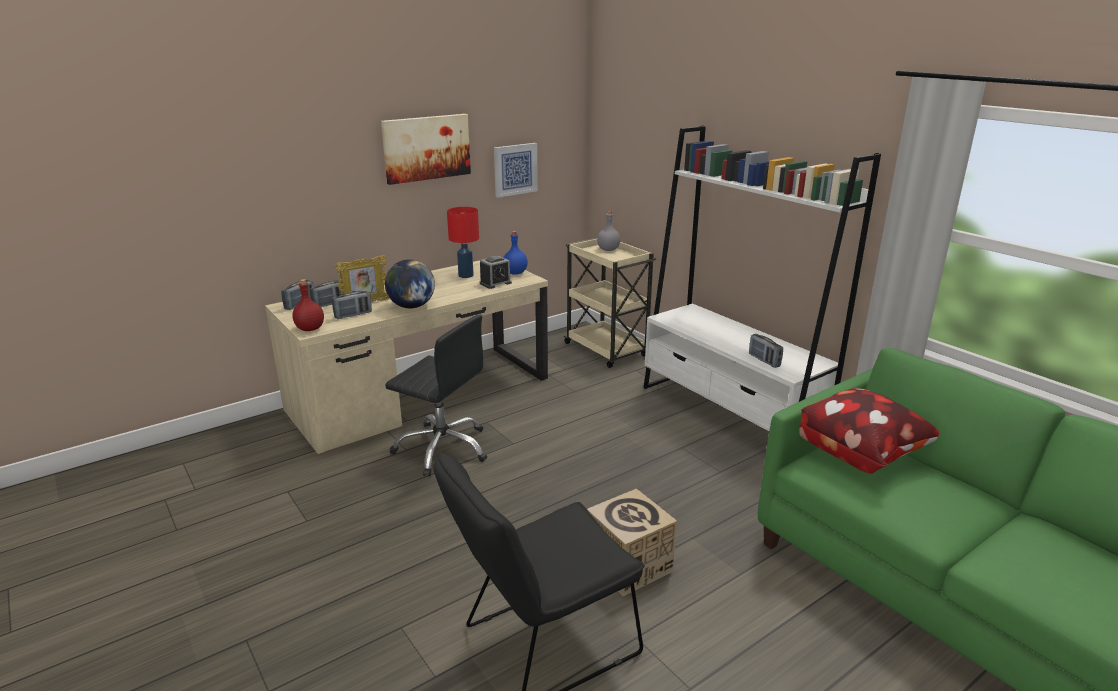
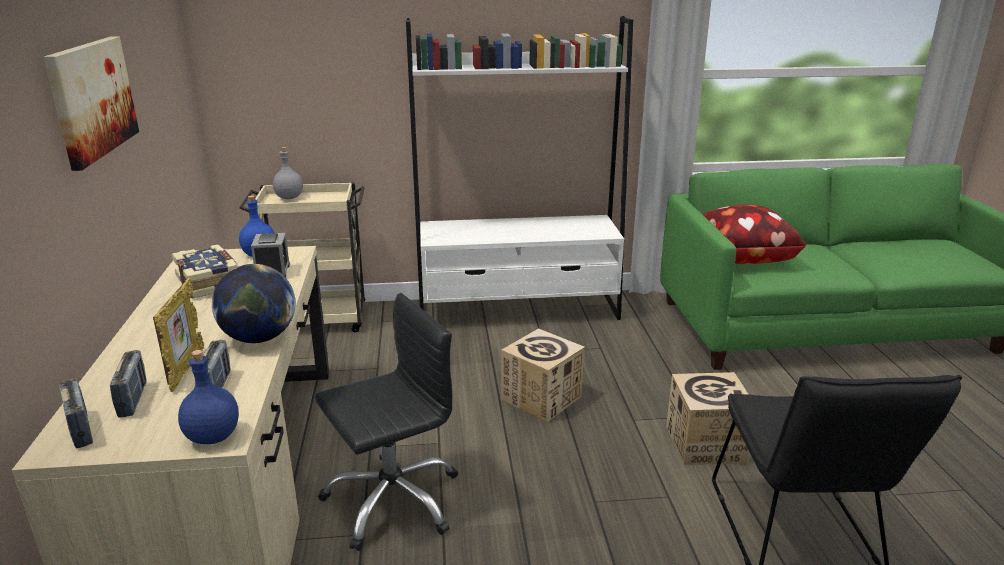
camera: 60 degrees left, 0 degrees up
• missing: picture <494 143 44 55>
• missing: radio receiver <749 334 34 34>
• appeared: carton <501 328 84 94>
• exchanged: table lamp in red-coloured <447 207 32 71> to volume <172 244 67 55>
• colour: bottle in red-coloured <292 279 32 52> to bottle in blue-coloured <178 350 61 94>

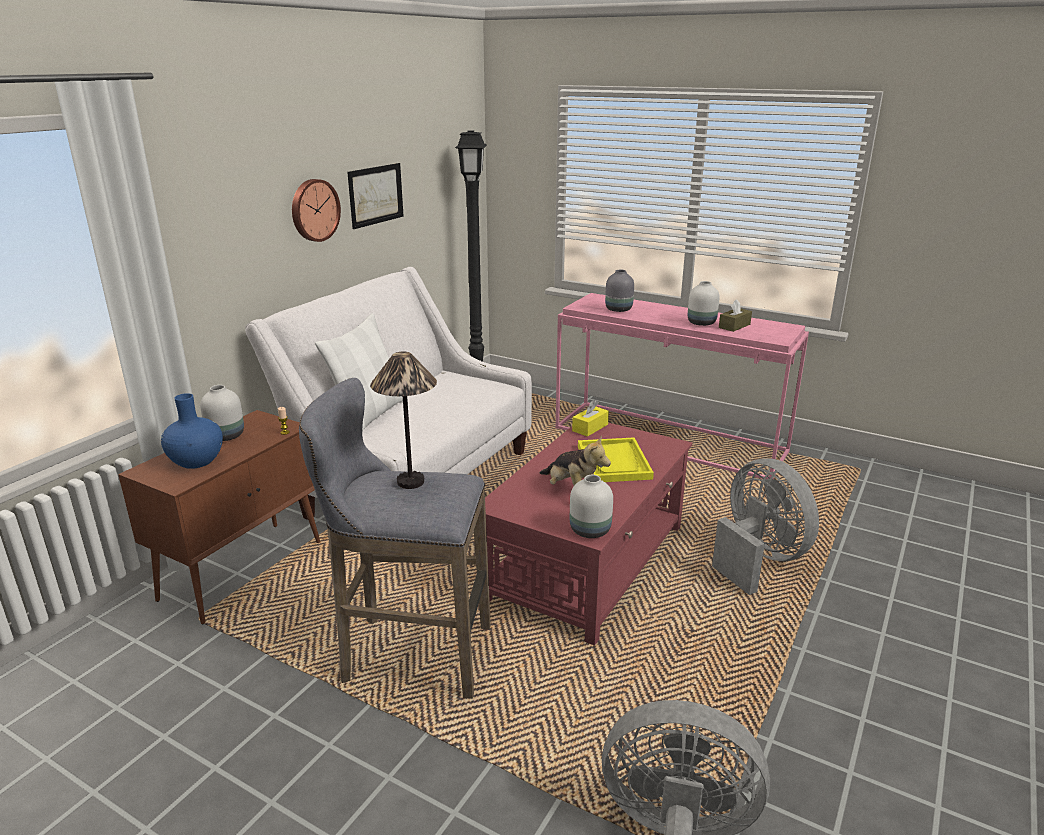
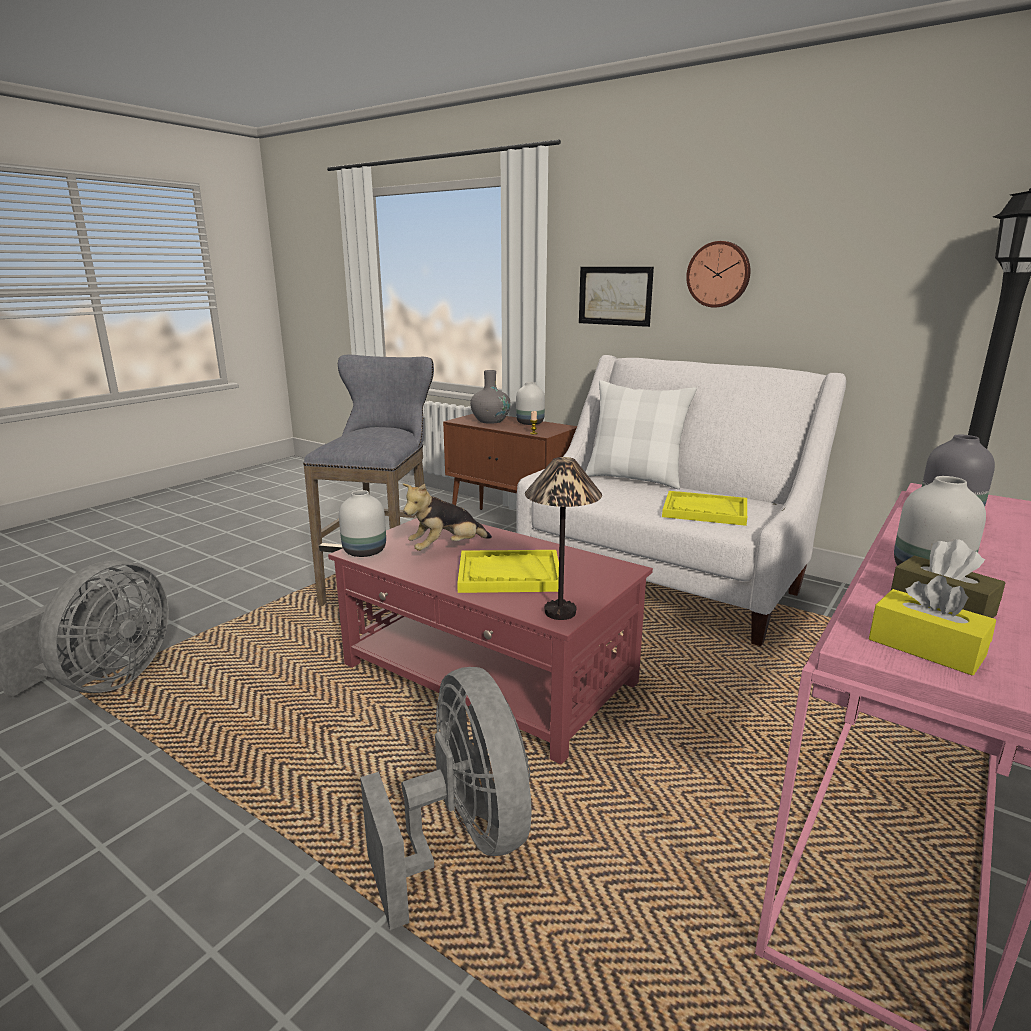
camera: 95 degrees right, 5 degrees down
• appeared: tray in yellow <662 491 85 35>
• relocated: picture <347 163 57 66> to <579 267 75 60>
• relocated: table lamp <370 352 67 137> to <525 457 77 163>
• relocated: tissue box in yellow <572 400 37 37> to <869 576 127 99>
• colour: flower vase in blue-coloured <161 393 62 76> to flower vase in grey <470 370 41 54>
• spun: electric fan in grey <712 459 107 136> = <360 667 172 263> 90 degrees counterclockwise

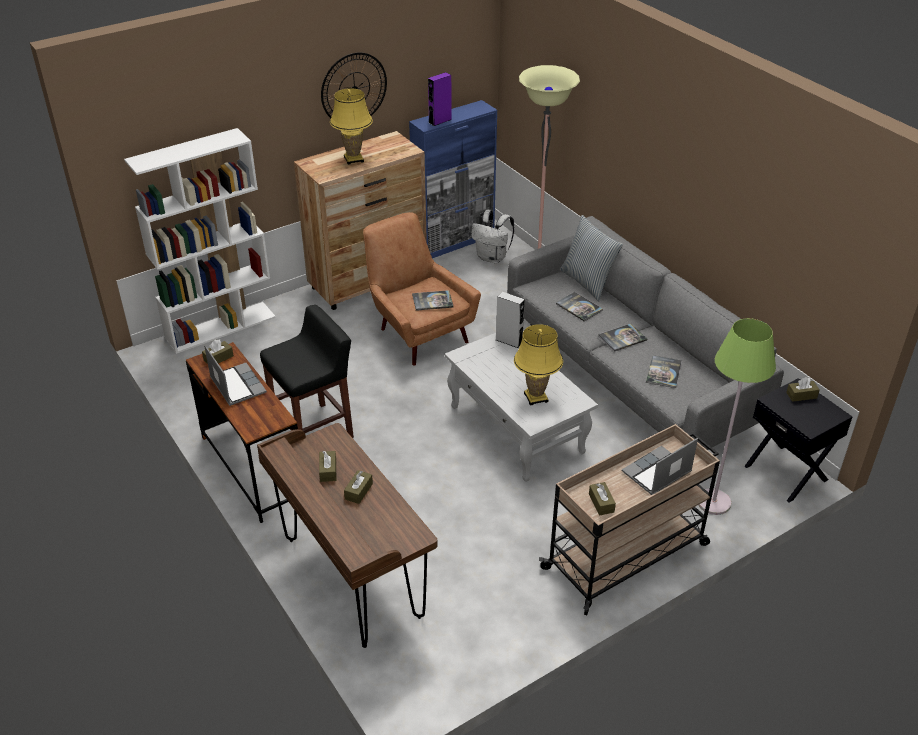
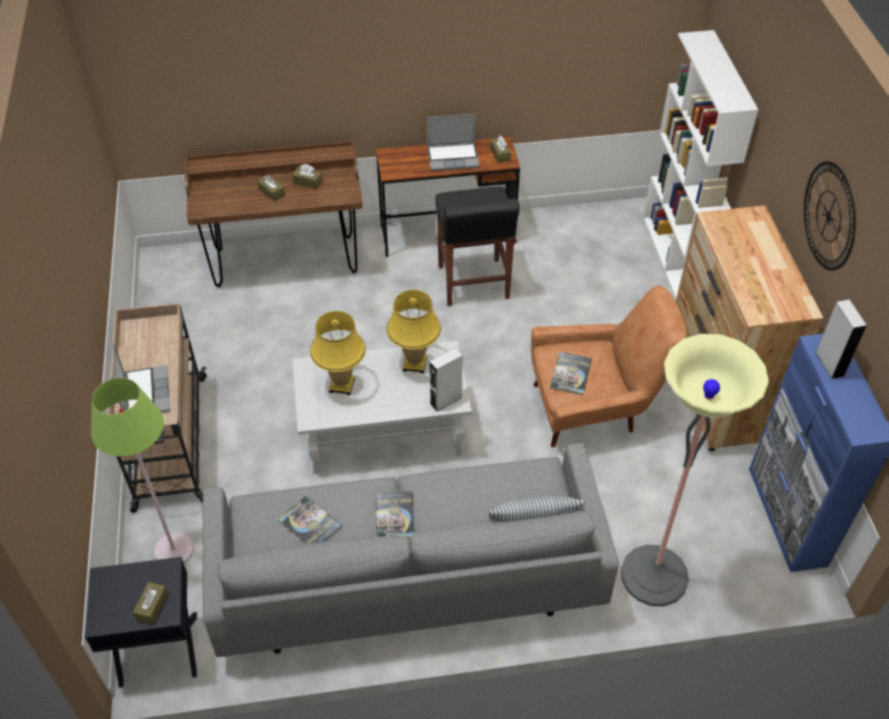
camera: 115 degrees right, 10 degrees up
• missing: knapsack in whitish <471 210 43 54>
• missing: volume <556 292 47 29>
• missing: tissue box in brown <589 482 27 33>
• relocated: table lamp in yellow <330 88 43 77> to <386 290 55 83>
• colour: speaker in purplish <428 72 24 54> to speaker in grey <815 299 52 80>

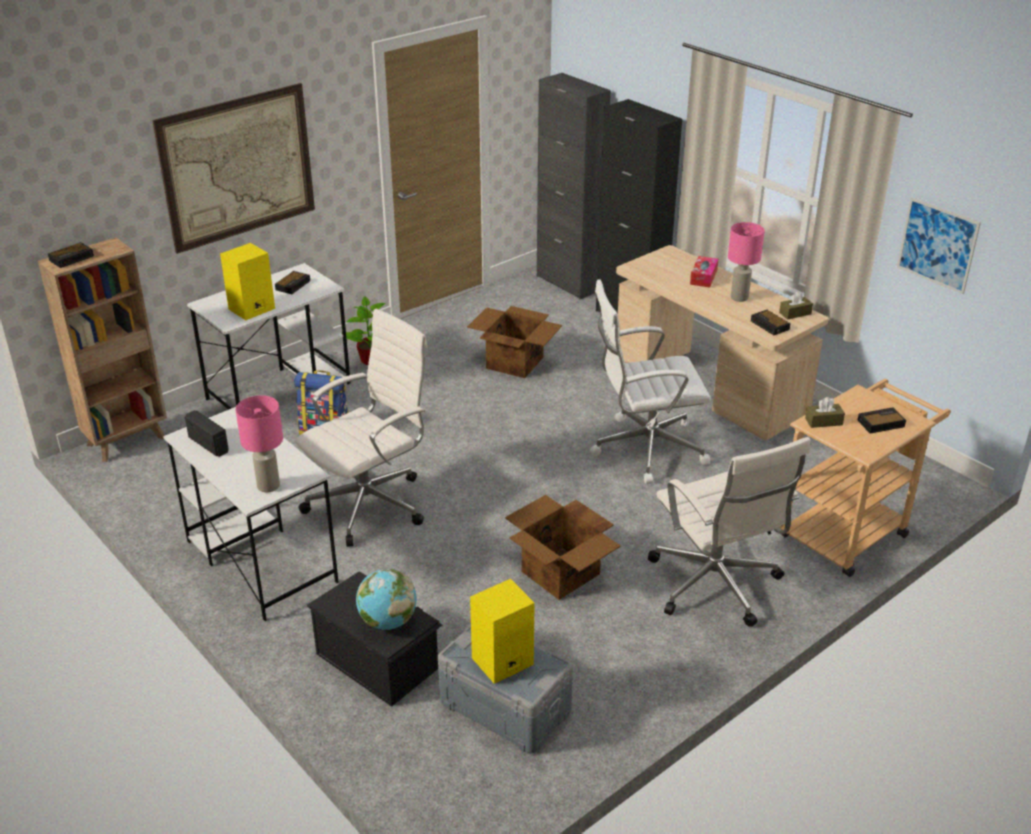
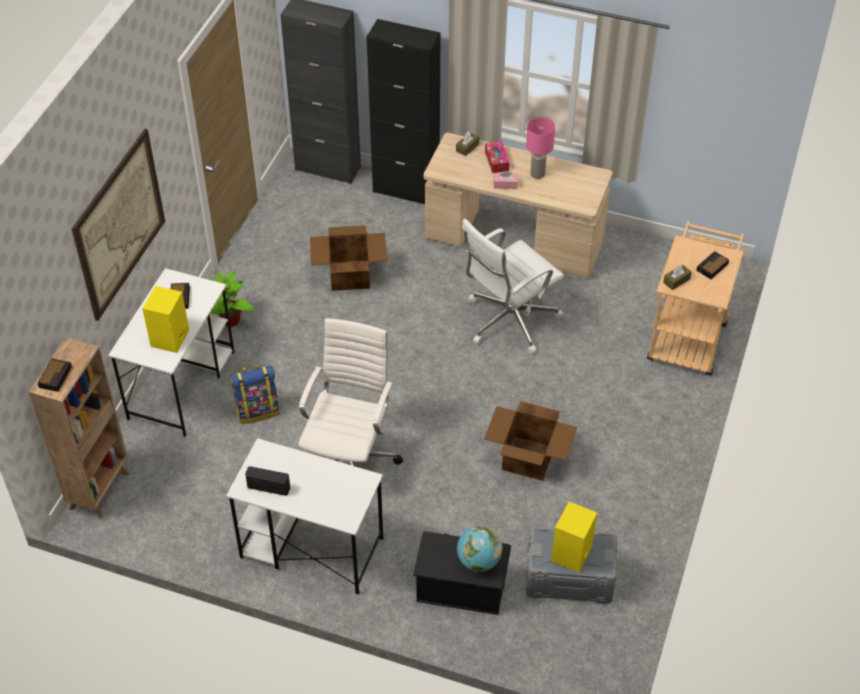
camera: 30 degrees left, 15 degrees up
• missing: table lamp in pink <235 395 48 97>
• missing: desk chair in whitish <648 437 162 190>
• missing: table clock <751 310 39 25>
• missing: picture <897 197 84 97>
• appeared: tissue box in pink <494 170 24 19>
• relocated: tissue box in brown <779 291 34 29> to <456 132 23 24>

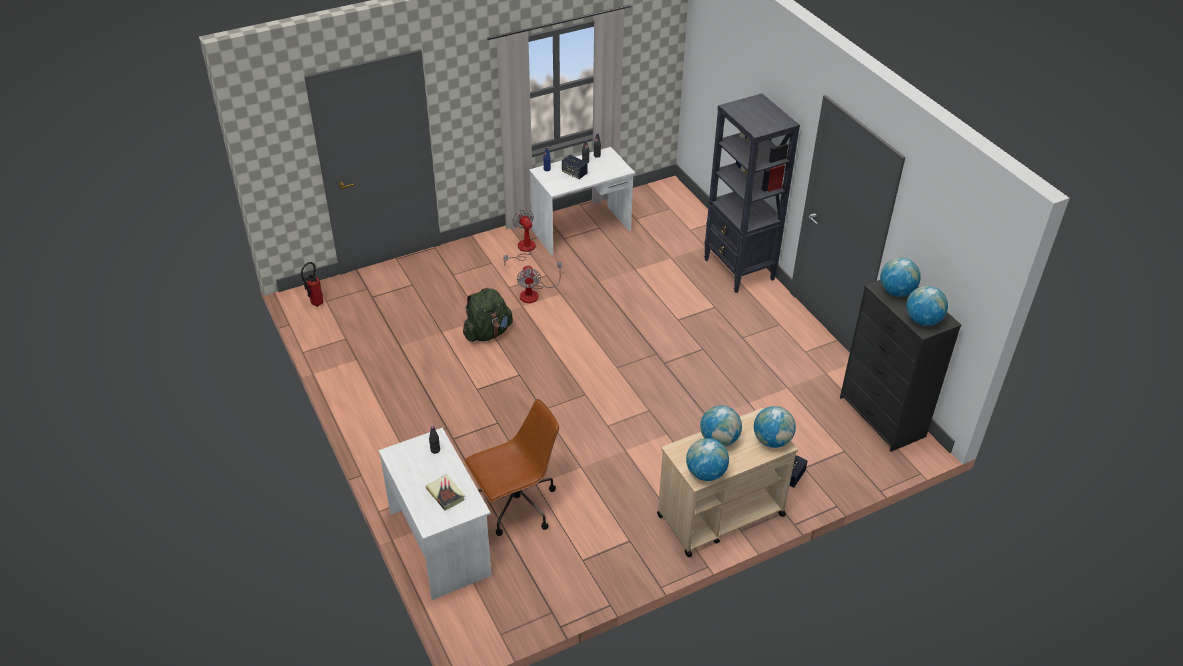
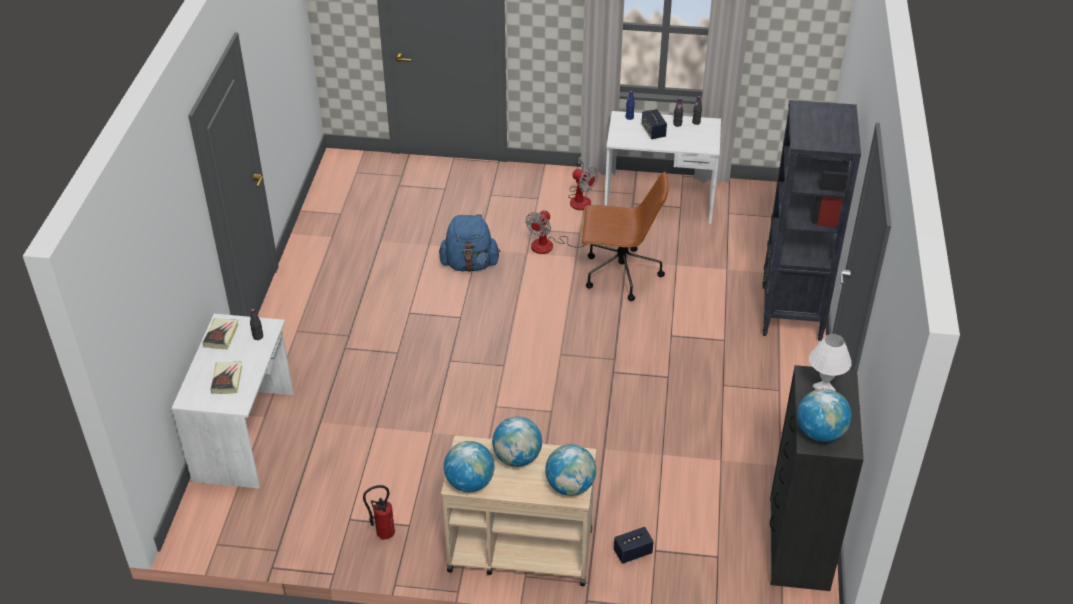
camera: 35 degrees right, 0 degrees up
• appeared: volume <203 318 36 31>
• relocated: fire extinguisher <301 262 23 45> to <363 485 32 55>
• relocated: desk chair in brown <464 399 95 137> to <581 171 88 130>
• exchanged: desk globe <880 258 41 39> to table lamp in whitish <809 334 43 57>
• colour: knapsack in greenish <463 288 50 54> to knapsack in blue-coloured <439 214 62 58>
• spun: electric fan <503 209 33 57> = <568 157 30 53> 120 degrees clockwise

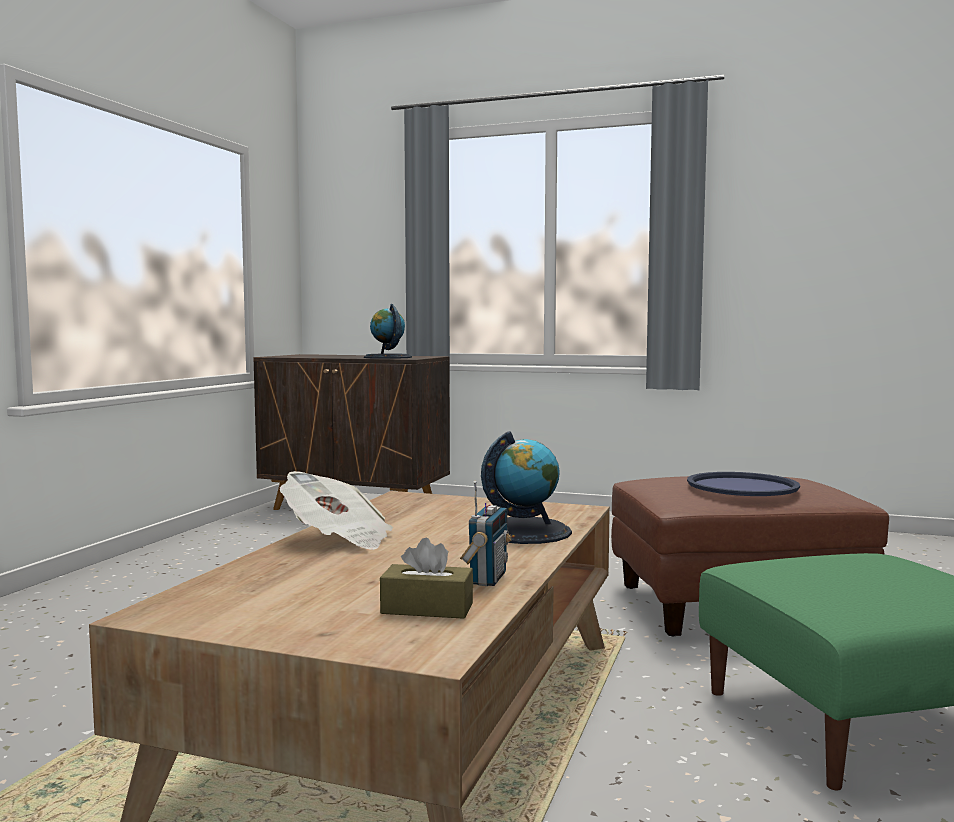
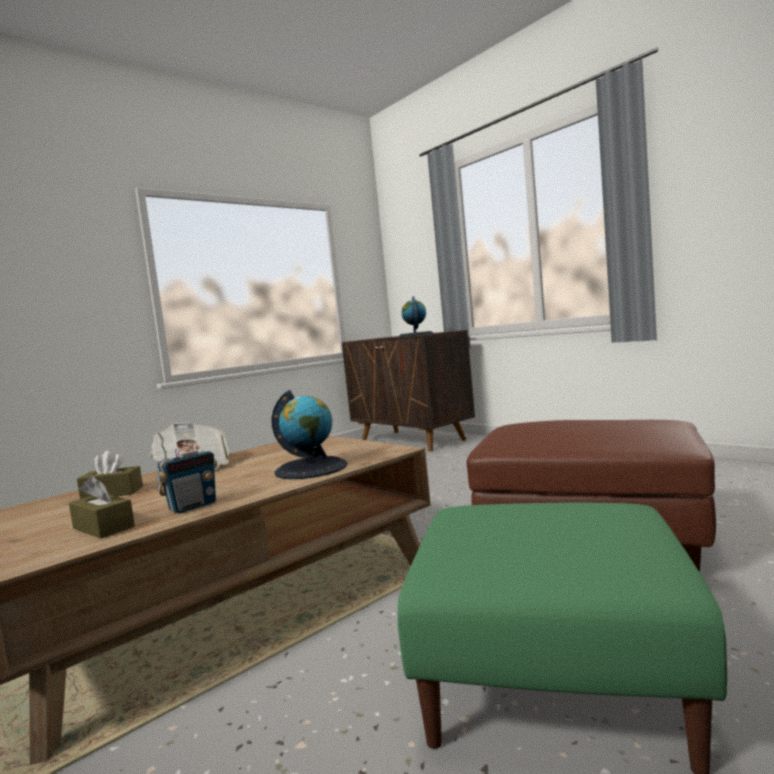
camera: 30 degrees right, 0 degrees up
• missing: tray in blue-coloured <687 472 113 24>
• appeared: tissue box in brown <77 451 66 48>

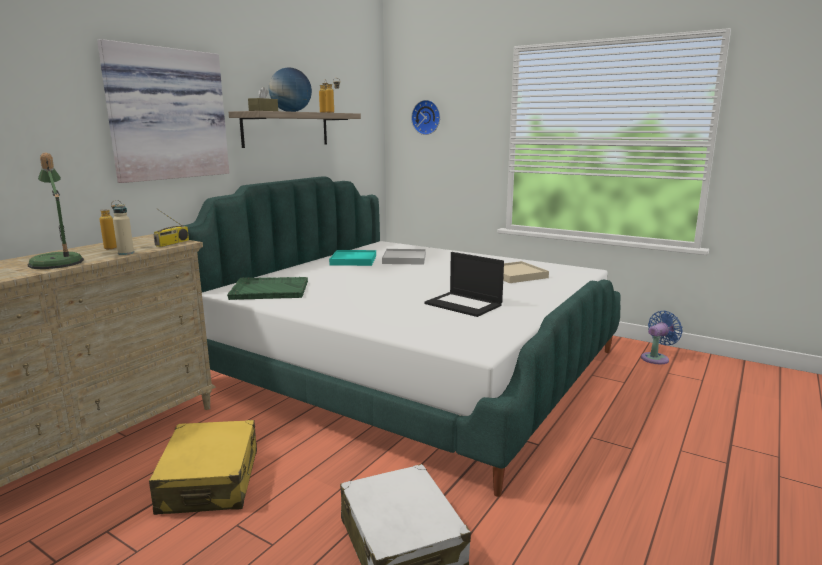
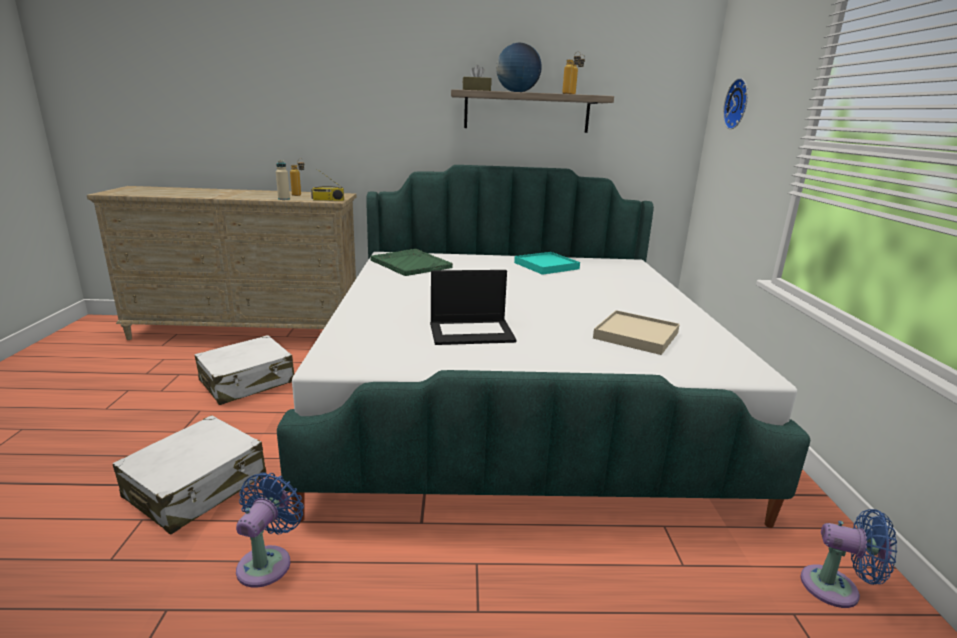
camera: 55 degrees right, 5 degrees up
• missing: table lamp <28 153 56 116>
• missing: picture <97 39 132 144>
• missing: tray in whitish <382 249 44 16>
• appeared: electric fan in blue-coloured <236 472 68 116>
• colour: suitcase in yellow <149 420 108 95> to suitcase in whitish <194 335 100 70>
• spun: notebook computer <424 252 80 65> = <430 270 87 75> 105 degrees counterclockwise

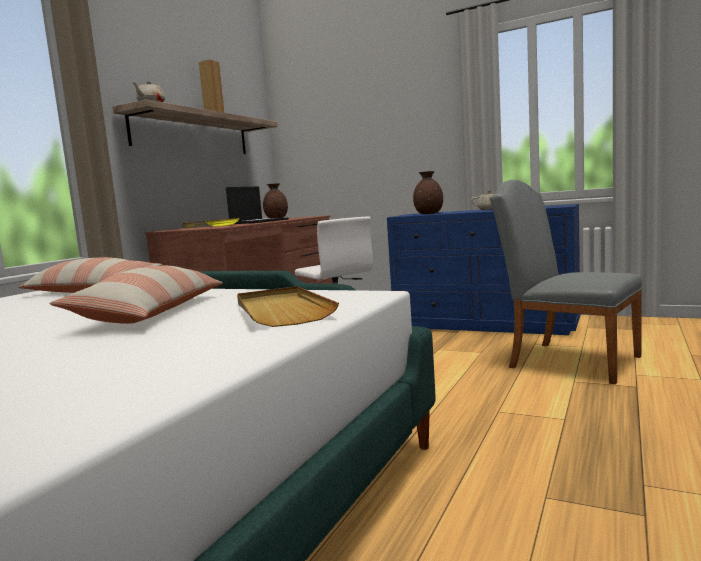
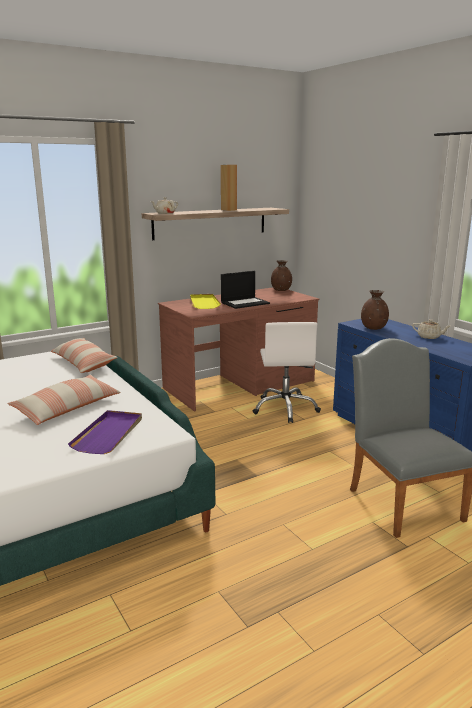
camera: 30 degrees right, 10 degrees up
• colour: tray in beige-coloured <237 286 102 41> to tray in purplish <68 410 74 44>

